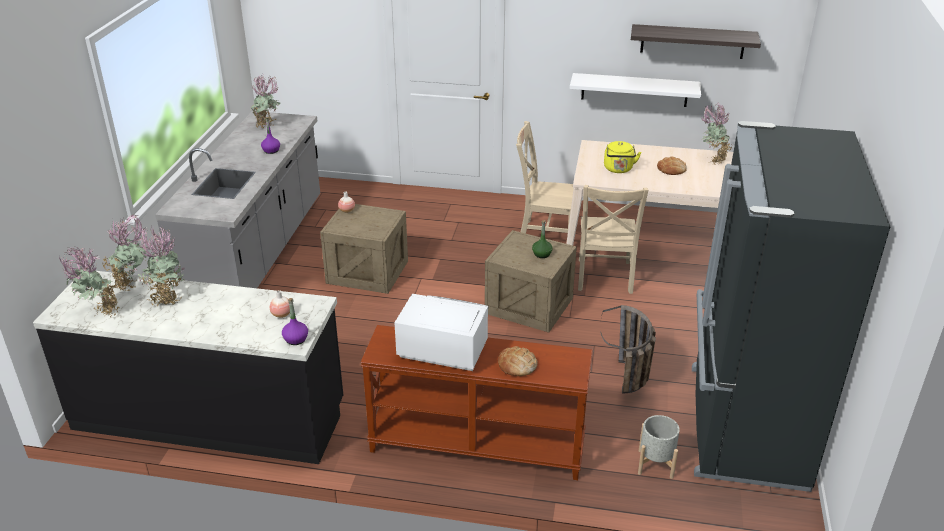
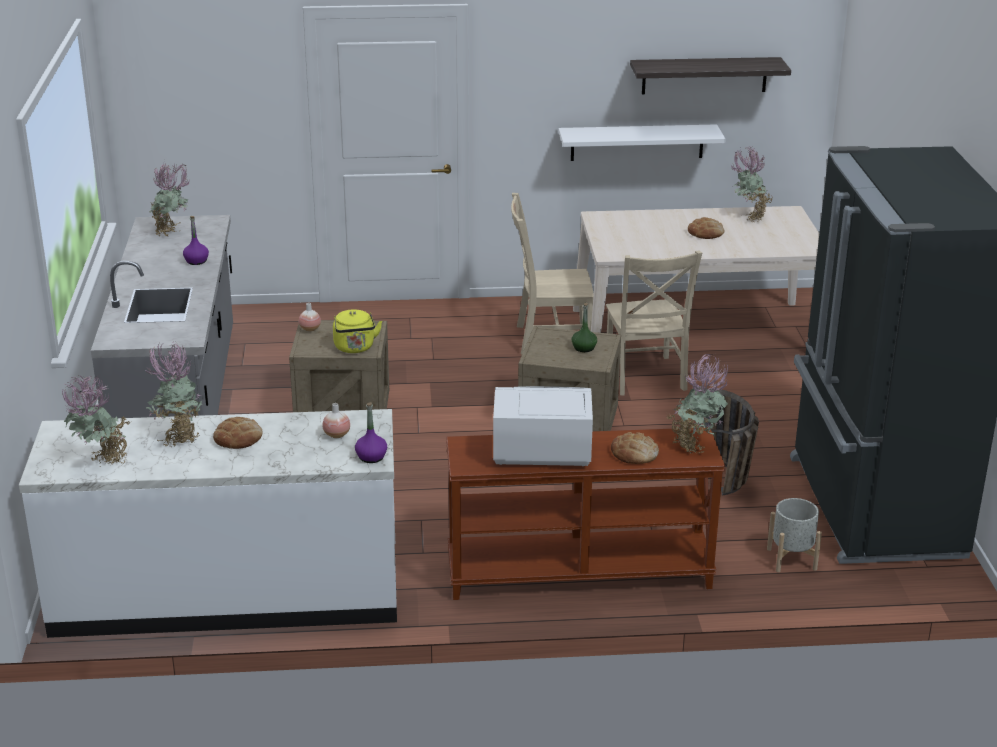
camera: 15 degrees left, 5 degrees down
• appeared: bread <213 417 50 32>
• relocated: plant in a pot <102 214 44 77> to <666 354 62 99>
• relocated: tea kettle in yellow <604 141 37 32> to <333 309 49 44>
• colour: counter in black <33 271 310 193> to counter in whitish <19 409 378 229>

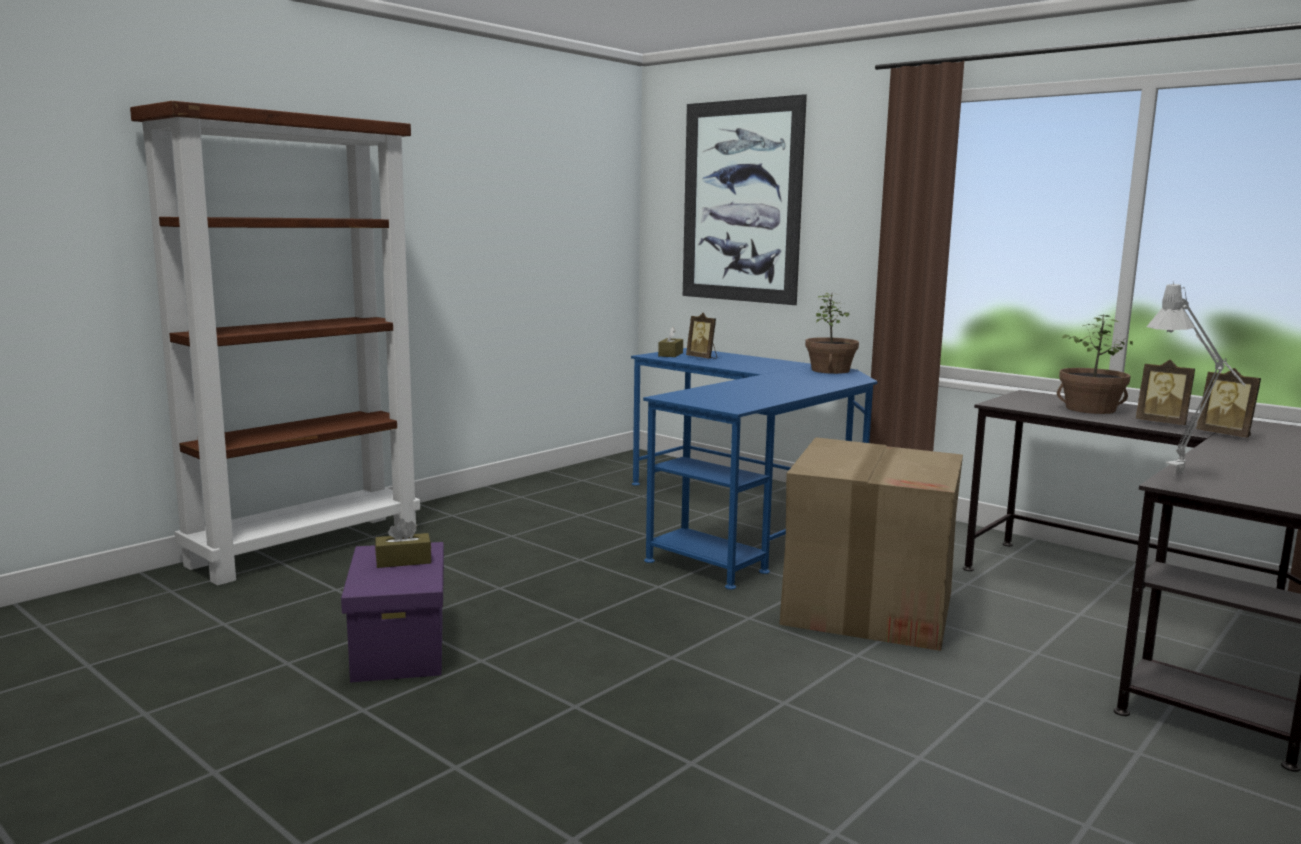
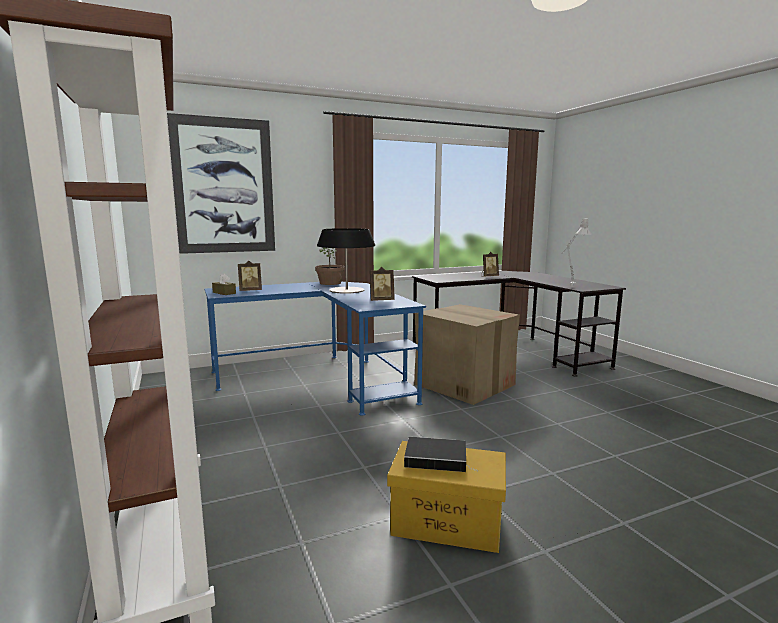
camera: 65 degrees left, 0 degrees up
• missing: plant in a pot <1057 314 76 100>
• appeared: table lamp <317 228 58 66>
• relocated: standing frame <1196 368 65 70> to <370 267 25 34>
• exchanged: tissue box in brown <375 519 56 49> to volume <404 437 72 35>
• colour: storage container in purplish <341 542 103 140> to storage container in yellow <387 441 119 112>

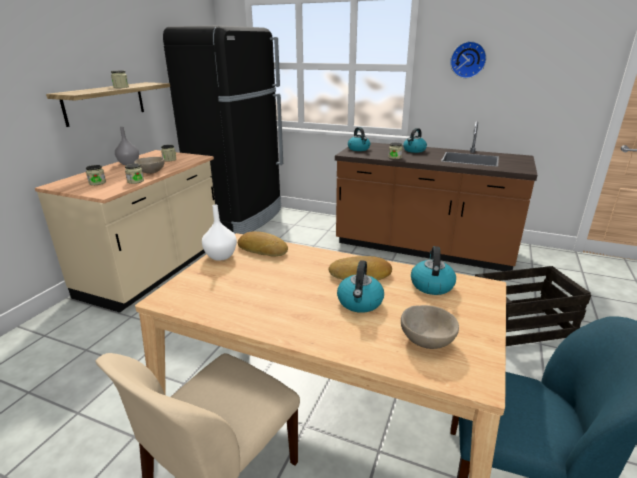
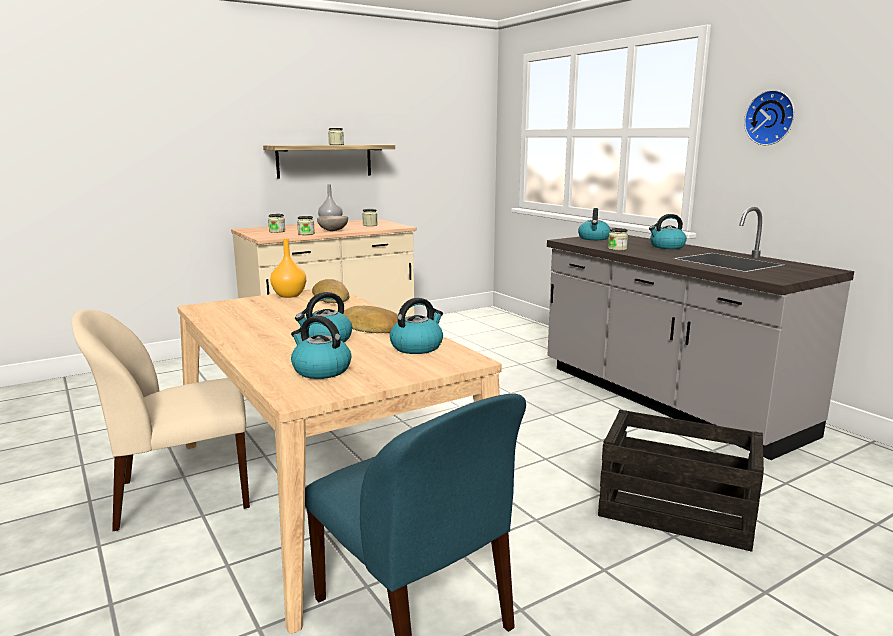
camera: 35 degrees right, 10 degrees down
• missing: fridge in black <163 25 120 209>
• exchanged: serving bowl in beige-coloured <401 305 58 44> to tea kettle <291 316 60 63>
• colour: flower vase in whitish <202 205 35 56> to flower vase in orangey <270 239 36 59>
• colour: counter in brown <335 121 202 150> to counter in grey <547 207 307 253>

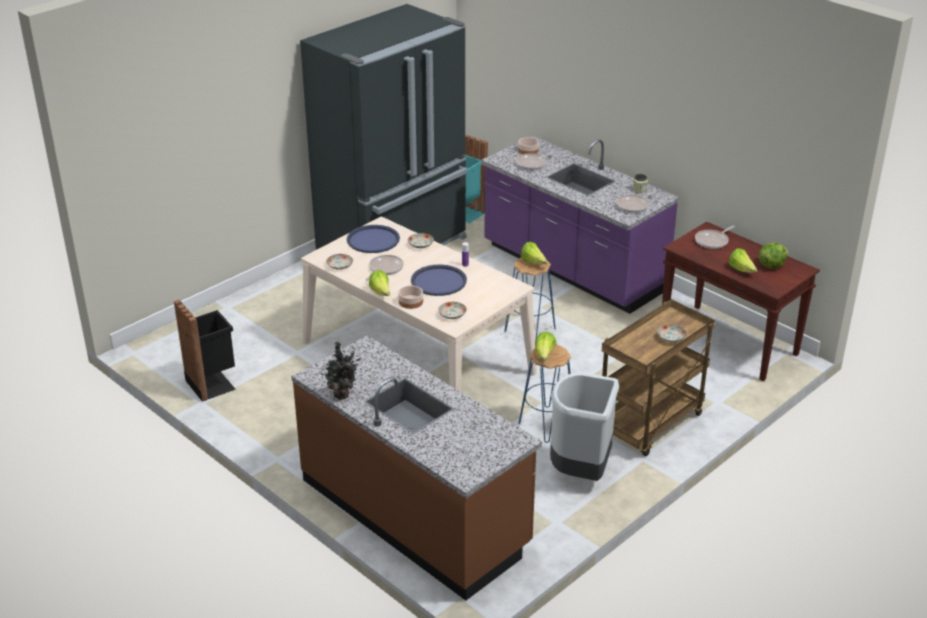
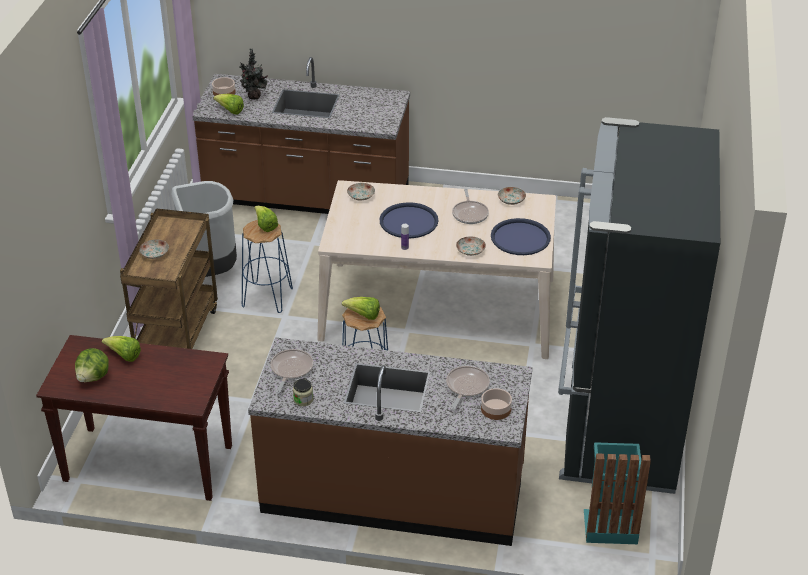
camera: 145 degrees right, 5 degrees up
• missing: waste bin in black <174 300 62 102>
• missing: frying pan <695 226 40 23>
• relocated: plant in a pot <319 342 42 58> to <239 48 30 52>
• relocated: lettuce head <369 270 21 26> to <213 94 31 21>
• relocated: serving bowl <398 286 25 23> to <212 77 23 19>
• colour: counter in purplish <481 136 198 178> to counter in brown <248 337 284 209>

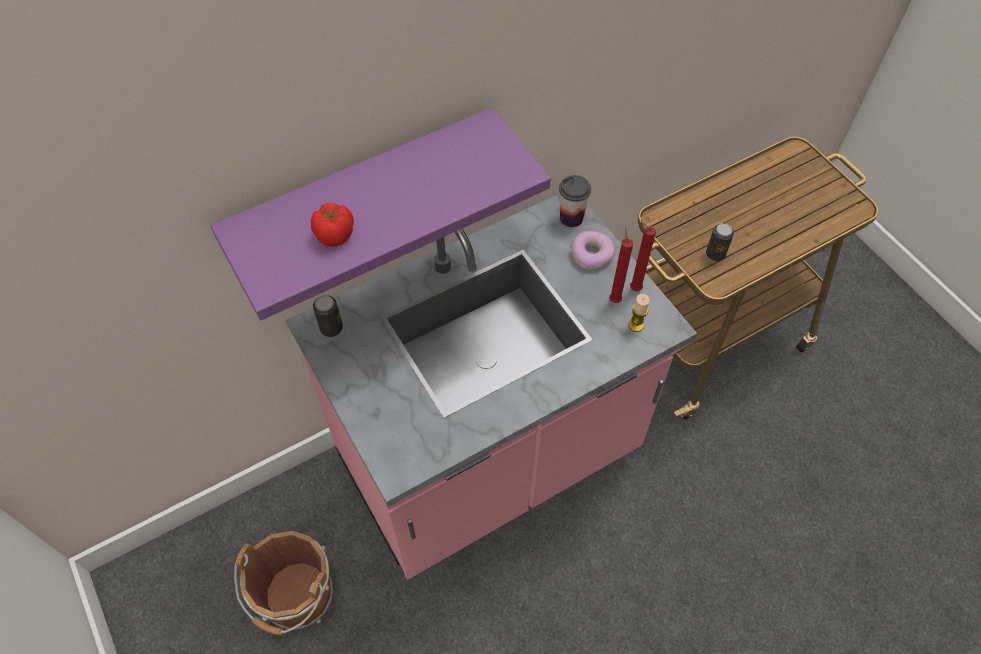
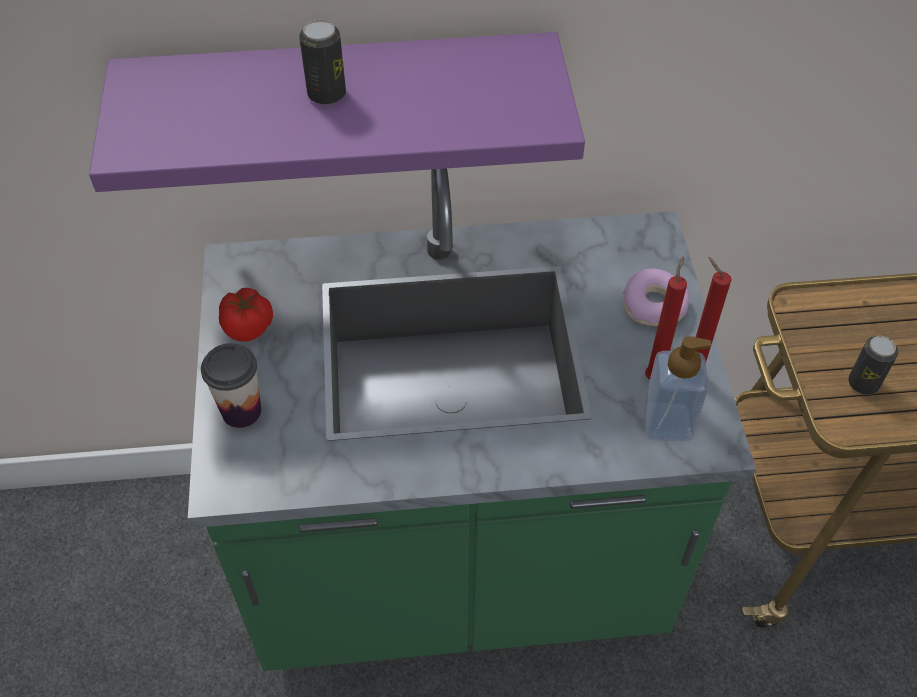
camera: 25 degrees right, 5 degrees down
• missing: bucket in brown <234 531 99 104>
• relocated: tomato <311 203 43 44> to <219 288 54 54>
• relocated: metal can <313 295 30 42> to <299 20 47 85>
• relocated: small cup <559 175 32 52> to <201 343 60 85>
• exchanged: candle <628 294 22 38> to soap bottle <643 336 68 106>
• colour: counter in pink <286 194 411 386> to counter in greenish <188 168 568 503>

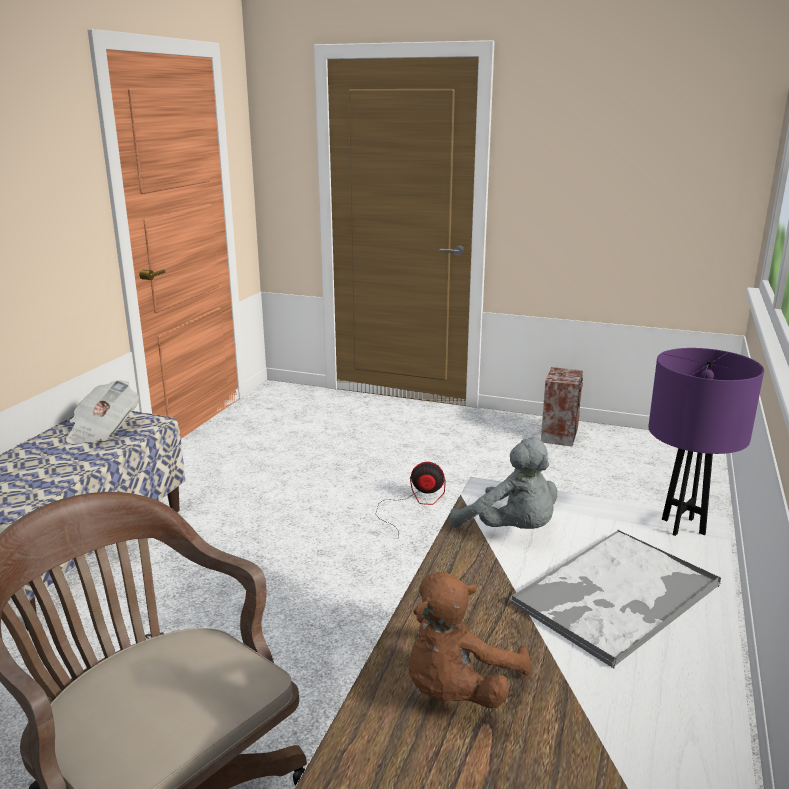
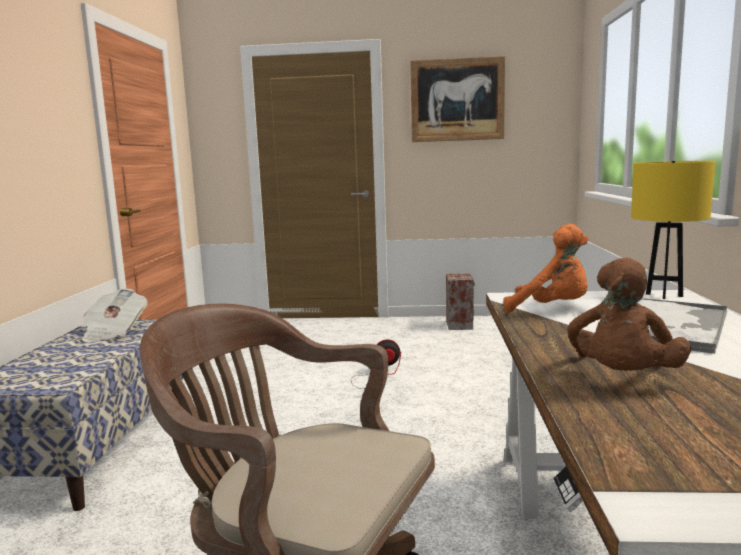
camera: 15 degrees left, 10 degrees down
• appeared: picture <410 56 95 86>
• colour: plush toy in grey <450 438 107 91> to plush toy in orangey <503 224 86 89>
• colour: table lamp in purplish <648 348 116 188> to table lamp in yellow <631 161 85 138>

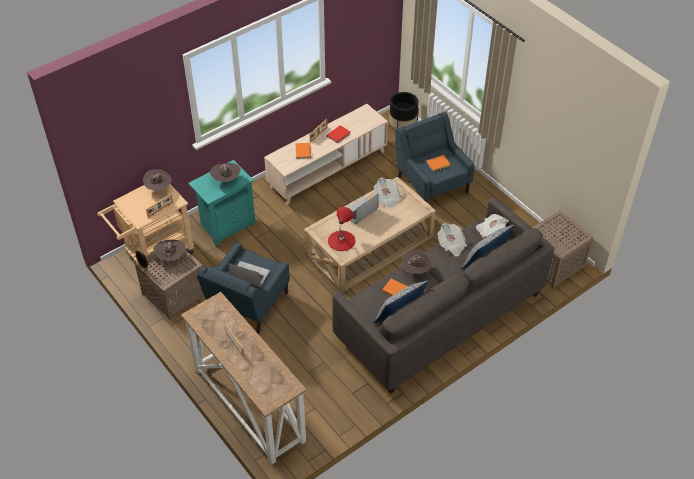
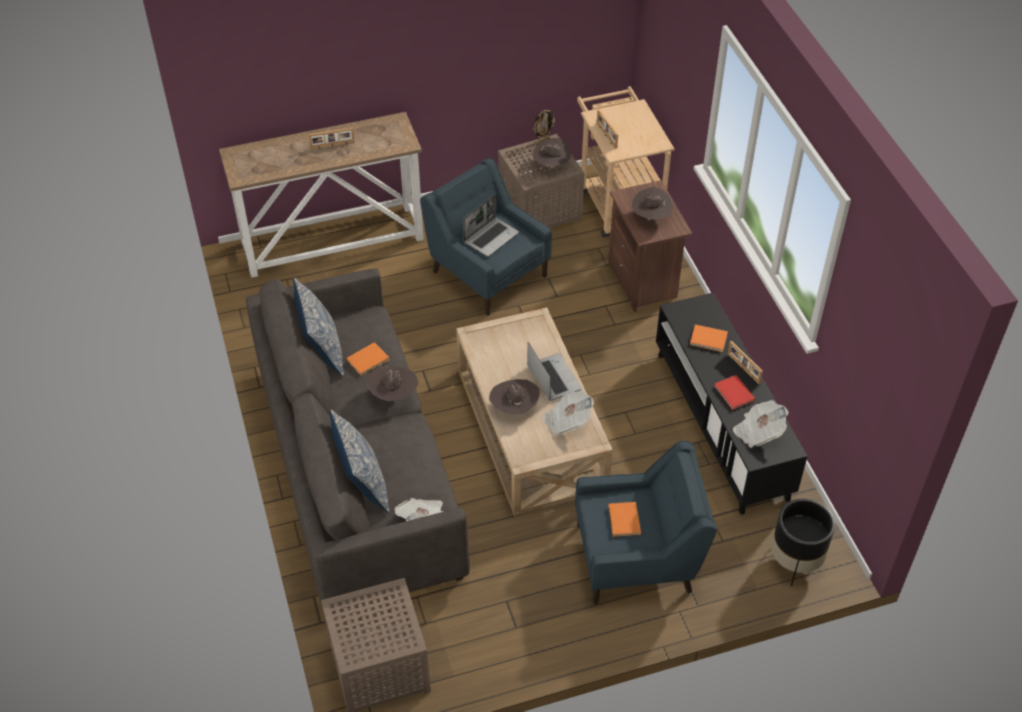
camera: 110 degrees right, 0 degrees up
• missing: table lamp in red-coloured <328 207 27 44>
• relocated: clothing hat in brown <143 169 29 22> to <489 379 51 35>
• relocated: newspaper <437 223 30 34> to <733 400 56 48>
• colour: night table in turquoise <188 160 68 86> to night table in brown <608 180 85 132>
• colour: tv stand in beige-coloured <264 104 124 101> to tv stand in black <656 293 151 222>

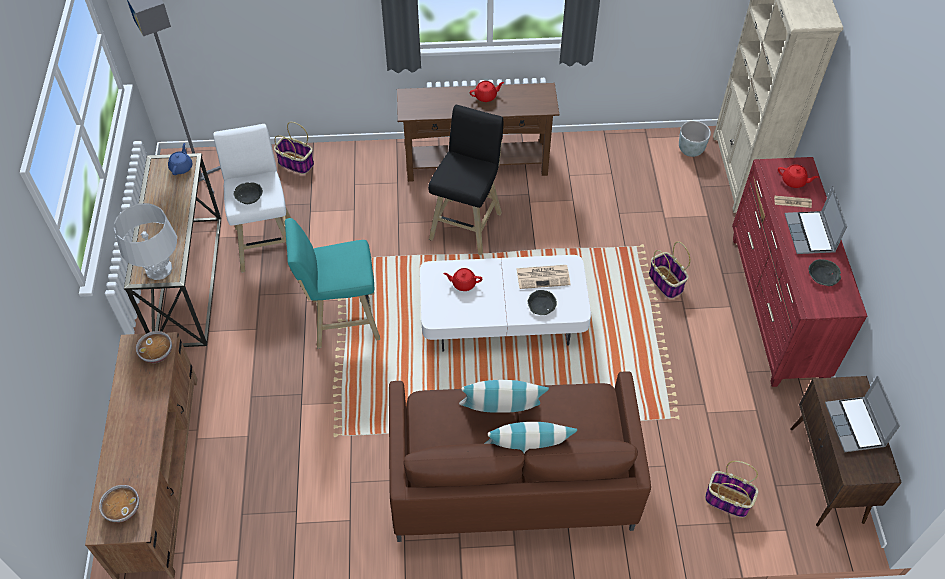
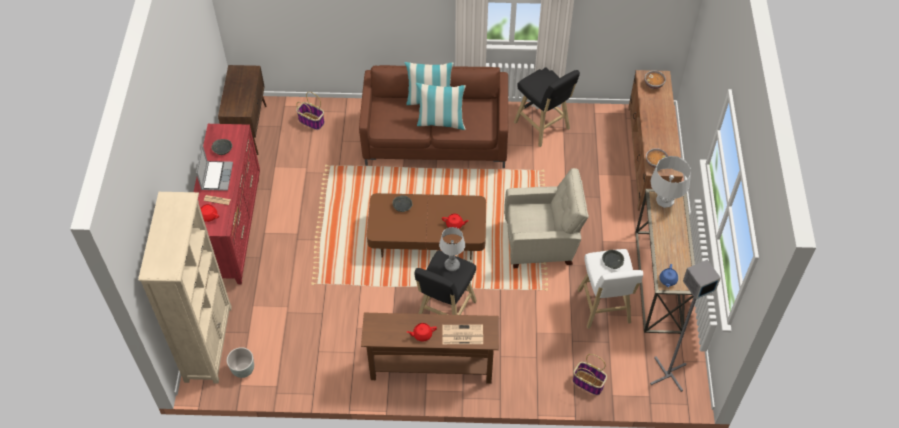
camera: 175 degrees left, 0 degrees up
• missing: storage basket <649 242 41 57>
• missing: notebook computer <825 376 75 76>
• appeared: table lamp <439 227 26 44>
• appeared: stool seat in black <514 67 66 80>
• relocated: newspaper <517 265 54 24> to <442 325 41 19>
• exchanged: stool seat in turquoise <285 218 95 130> to armchair in beige-coloured <504 168 85 100>
• colour: coffee table in whitish <420 255 171 97> to coffee table in brown <367 193 119 67>

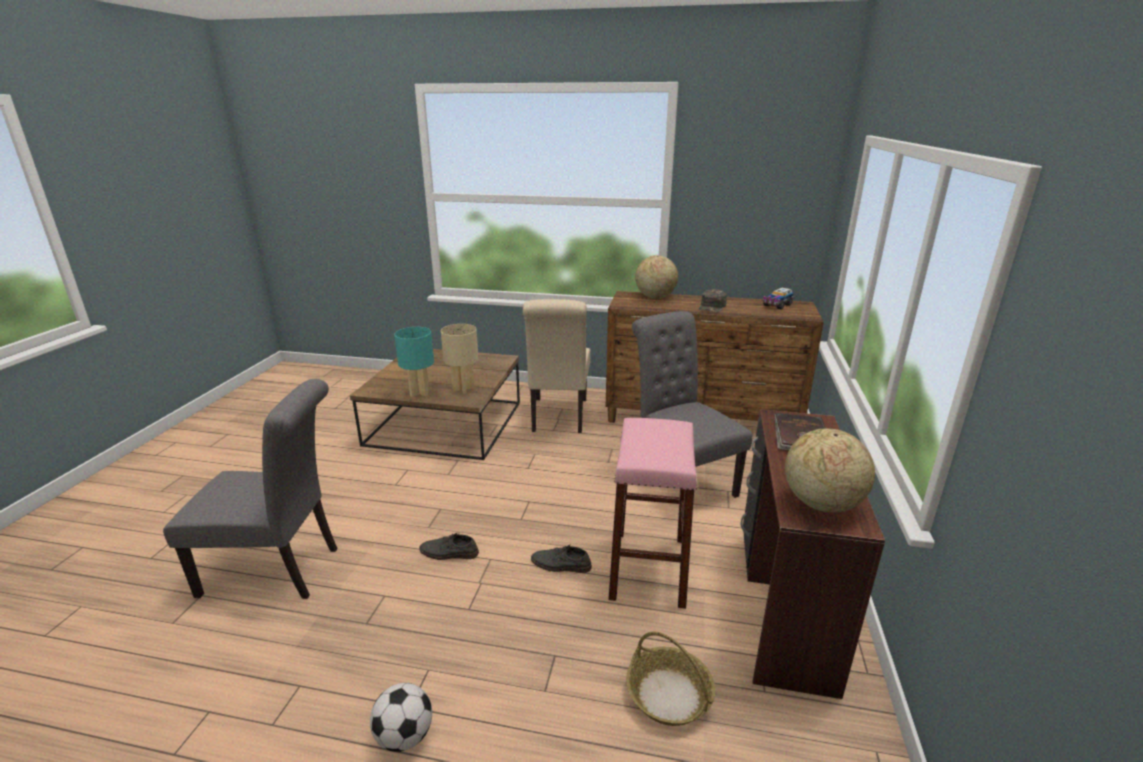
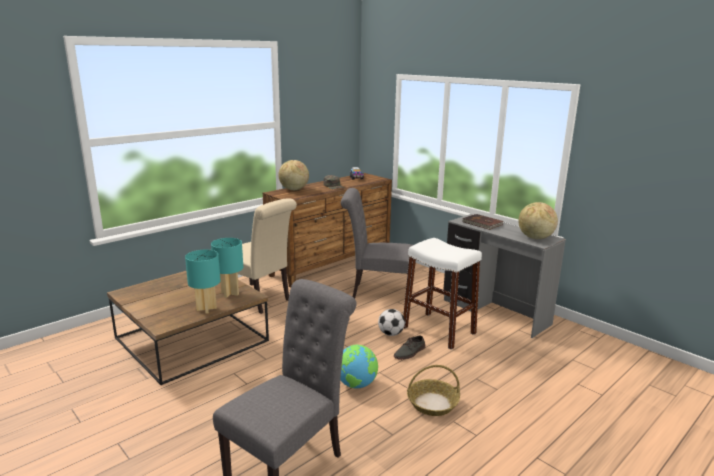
camera: 55 degrees left, 5 degrees down
• relocated: football ball <370 683 62 69> to <378 309 27 27>
• relocated: storage basket <626 632 89 94> to <407 365 53 51>
• exchanged: shoe in grey <419 532 60 28> to desk globe <340 345 38 44>
• colour: table lamp in beige-coloured <441 324 38 70> to table lamp in turquoise <211 238 32 60>
• colour: stool seat in pink <608 418 89 191> to stool seat in whitish <403 238 79 112>
• colour: desk unit in brown <741 409 144 290> to desk unit in grey <443 214 123 124>

